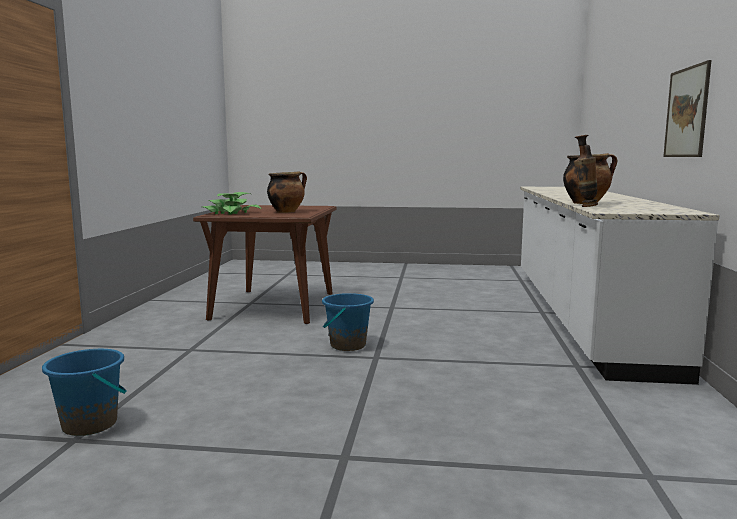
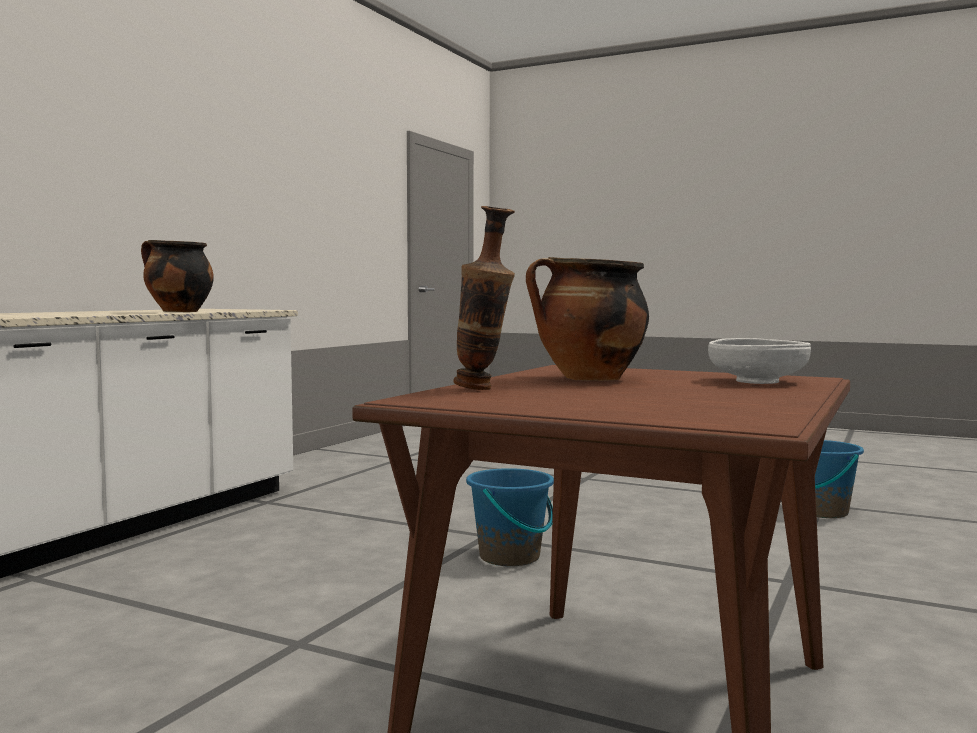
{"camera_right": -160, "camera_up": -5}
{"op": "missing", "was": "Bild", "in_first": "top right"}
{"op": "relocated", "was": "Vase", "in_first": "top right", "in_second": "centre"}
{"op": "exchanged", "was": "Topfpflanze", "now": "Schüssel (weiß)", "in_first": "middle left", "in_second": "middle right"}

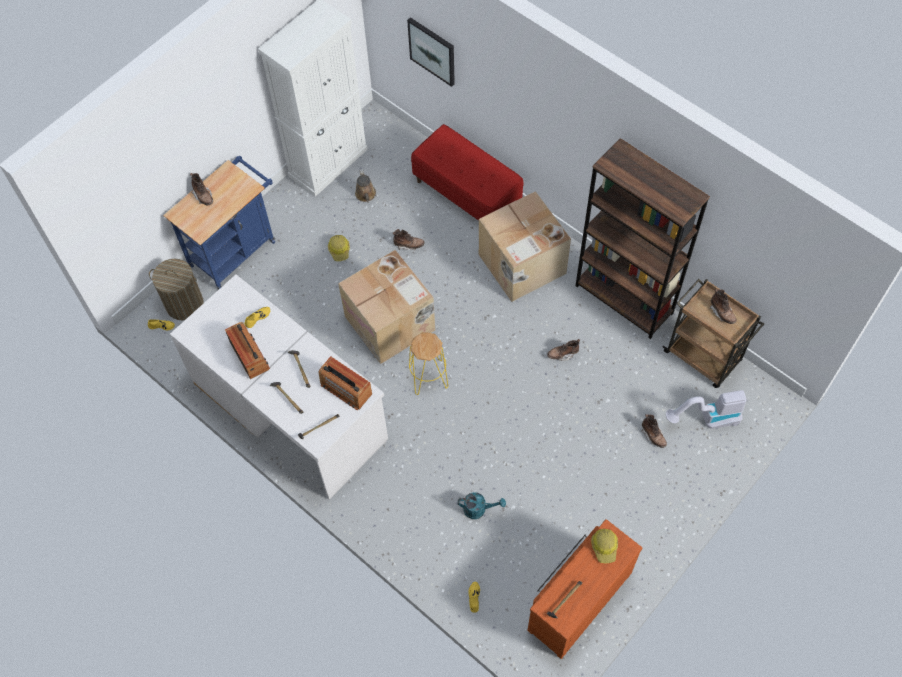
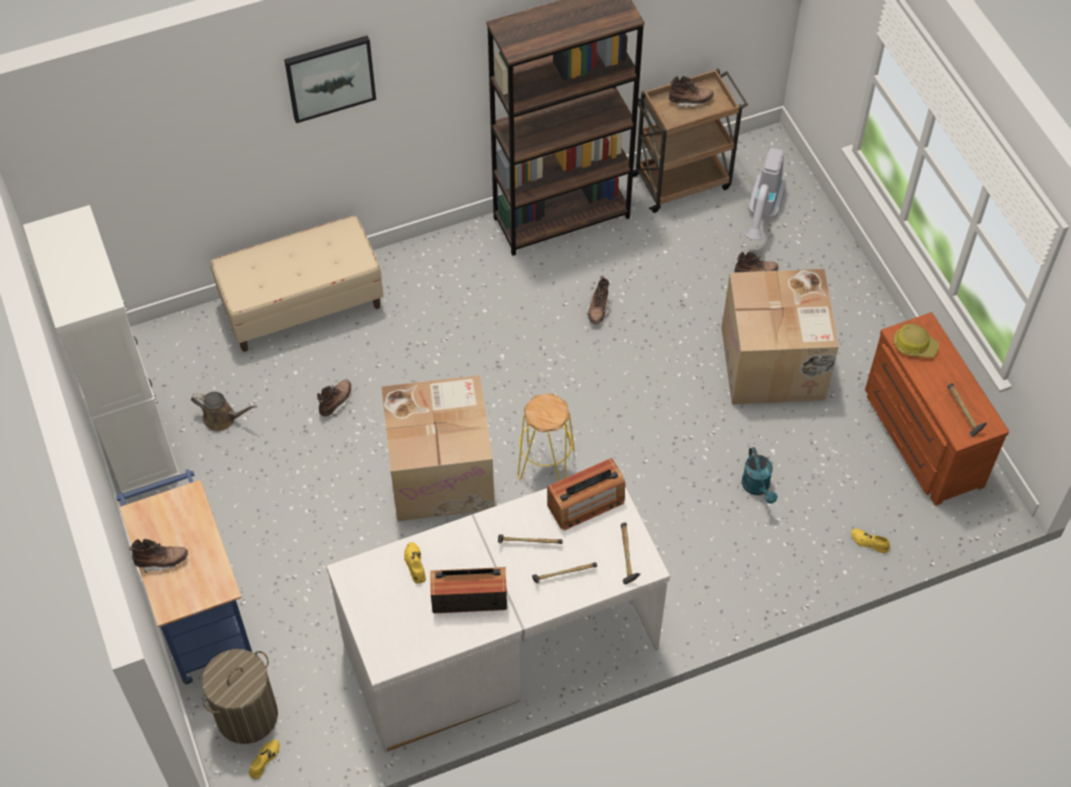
{"camera_right": -65, "camera_up": -5}
{"op": "relocated", "was": "Bild", "in_first": "top centre", "in_second": "top left"}
{"op": "colour", "was": "Bank (rot)", "now": "Bank (beige)", "in_first": "top centre", "in_second": "middle left"}
{"op": "relocated", "was": "Karton (no. 2 from left)", "in_first": "centre", "in_second": "middle right"}
{"op": "missing", "was": "Schutzhelm (no. 1 from left)", "in_first": "centre"}
{"op": "spun", "was": "Gießkanne (türkis)", "in_first": "bottom centre", "in_second": "middle right", "clockwise": 135}

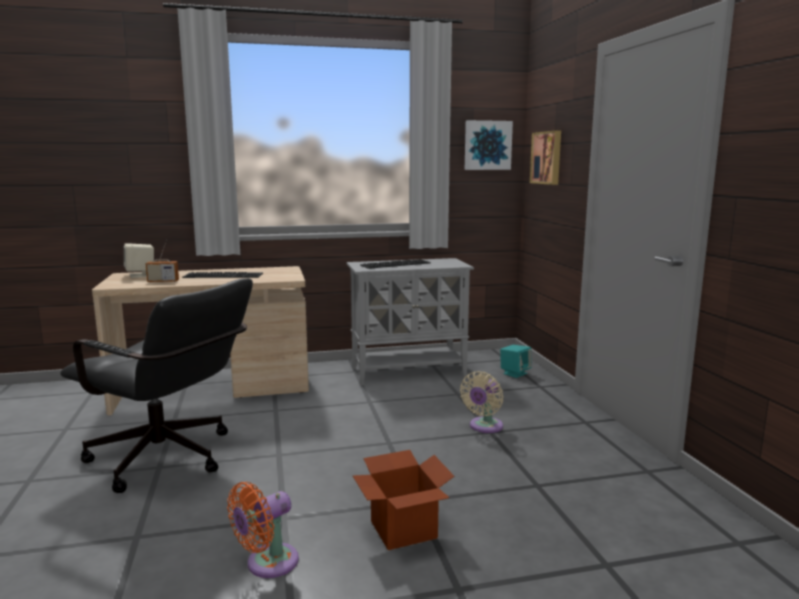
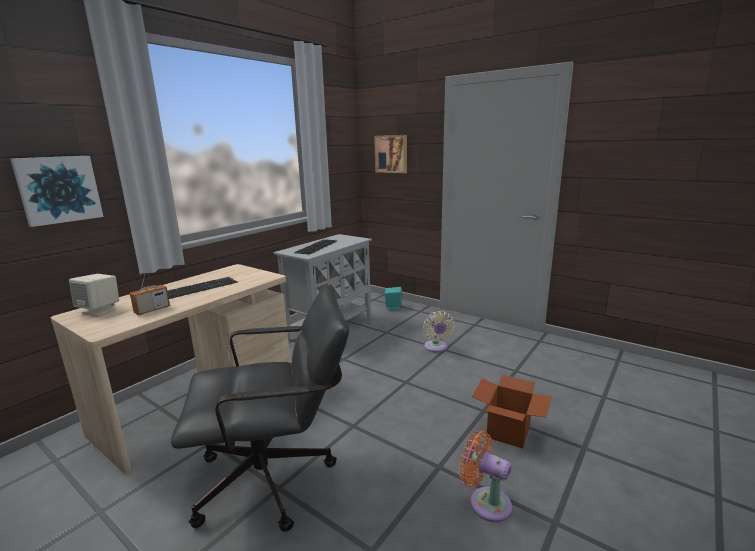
{"camera_right": -40, "camera_up": 5}
{"op": "relocated", "was": "Bild (no. 1 from left)", "in_first": "top centre", "in_second": "middle left"}
{"op": "spun", "was": "Ventilator (orange)", "in_first": "bottom left", "in_second": "bottom centre", "clockwise": 120}

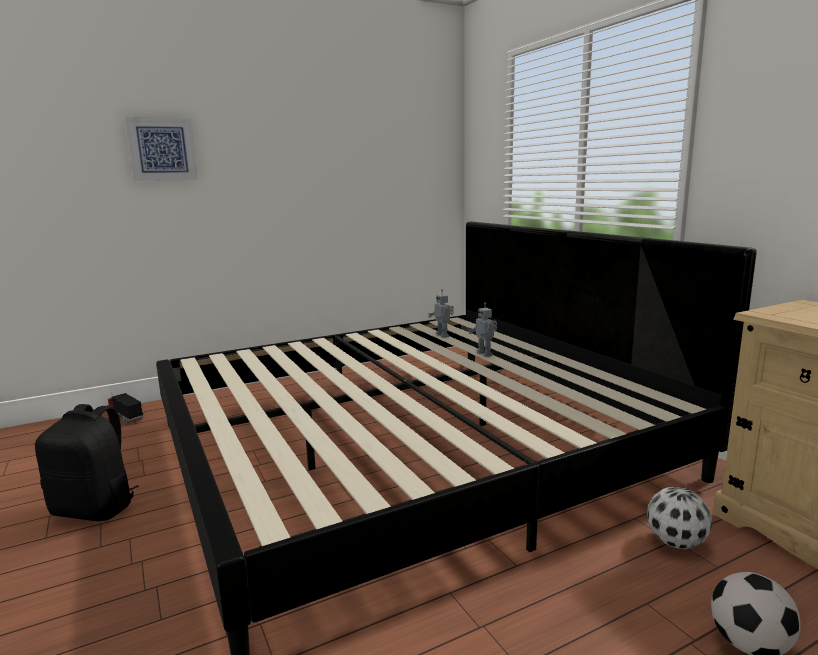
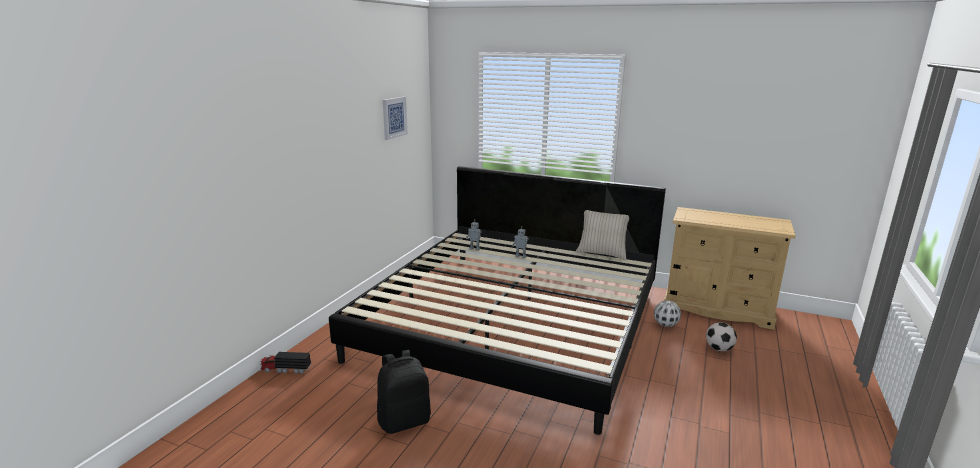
{"camera_right": -40, "camera_up": 5}
{"op": "relocated", "was": "Bild", "in_first": "top left", "in_second": "top centre"}
{"op": "appeared", "now": "Kissen (beige)", "in_second": "centre"}

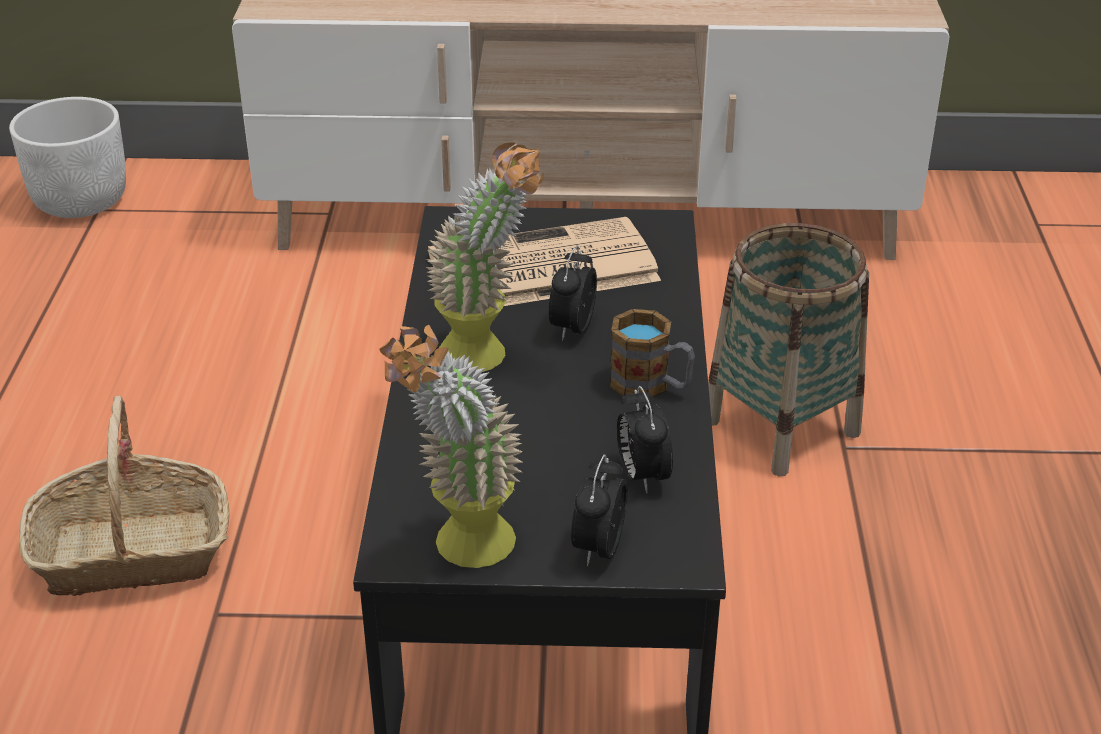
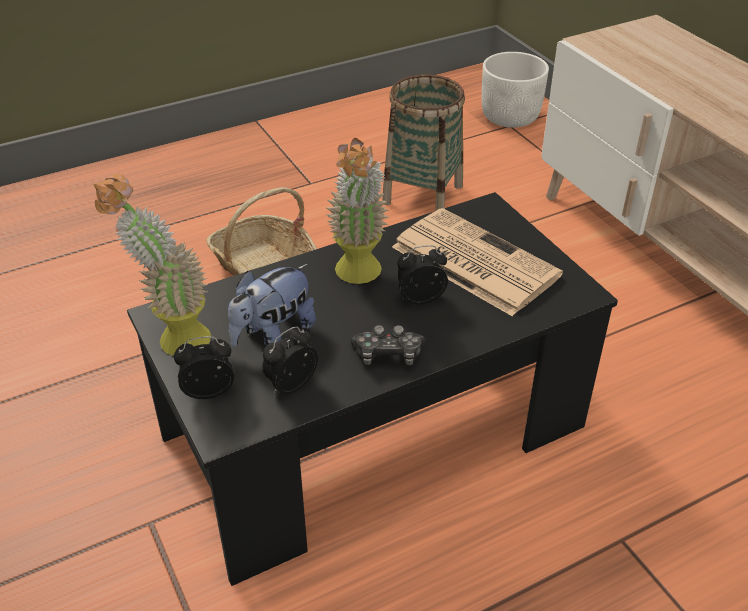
{"camera_right": 60, "camera_up": 5}
{"op": "relocated", "was": "Korb (no. 2 from left)", "in_first": "middle right", "in_second": "top centre"}
{"op": "exchanged", "was": "Henkelbecher", "now": "Gamepad", "in_first": "centre", "in_second": "centre"}
{"op": "appeared", "now": "Plüschtier", "in_second": "centre"}

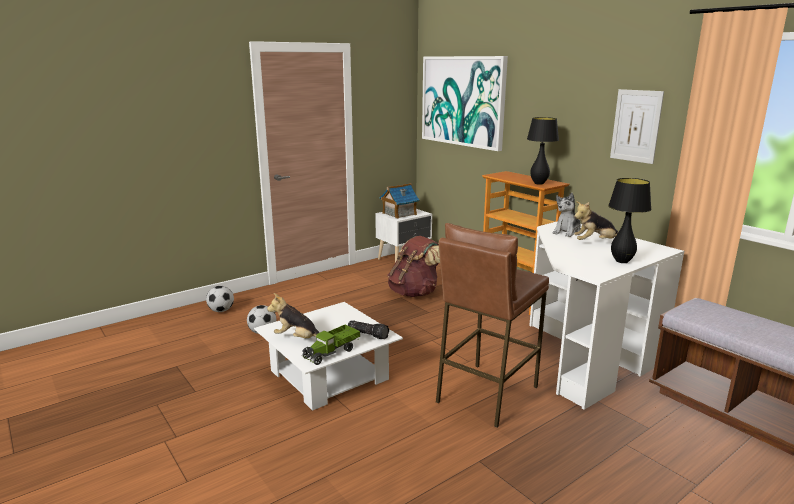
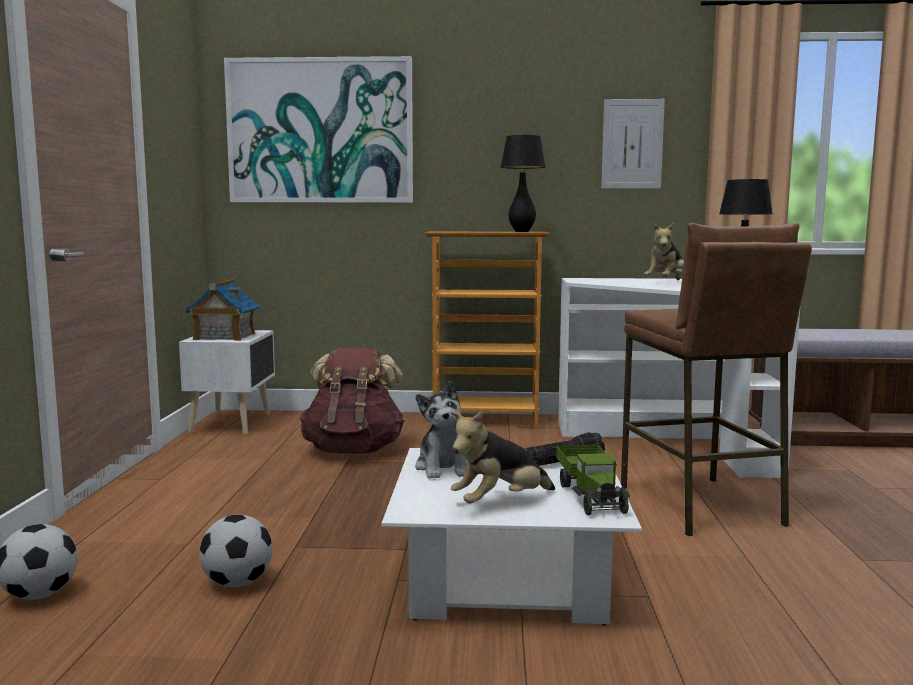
{"camera_right": -50, "camera_up": -10}
{"op": "relocated", "was": "Plüschtier (no. 2 from left in the first image)", "now": "Plüschtier (no. 1 from left)", "in_first": "middle right", "in_second": "centre"}

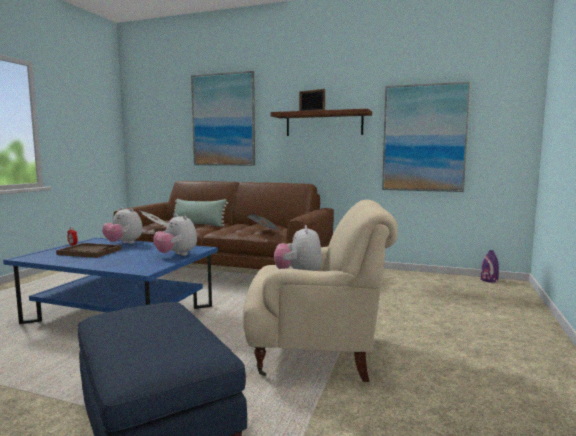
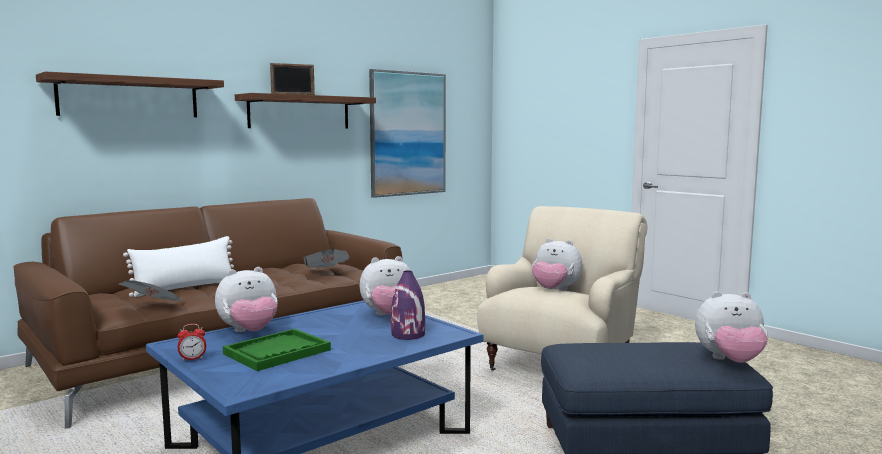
{"camera_right": -60, "camera_up": 0}
{"op": "exchanged", "was": "Bild (no. 1 from left)", "now": "Wandregal (no. 1 from left)", "in_first": "top centre", "in_second": "top left"}
{"op": "colour", "was": "Kissen (grün)", "now": "Kissen (weiß)", "in_first": "centre", "in_second": "middle left"}
{"op": "colour", "was": "Tablett (braun)", "now": "Tablett (grün)", "in_first": "middle left", "in_second": "bottom left"}
{"op": "relocated", "was": "Vase (lila)", "in_first": "middle right", "in_second": "bottom centre"}
{"op": "appeared", "now": "Plüschtier (no. 4 from left)", "in_second": "bottom right"}

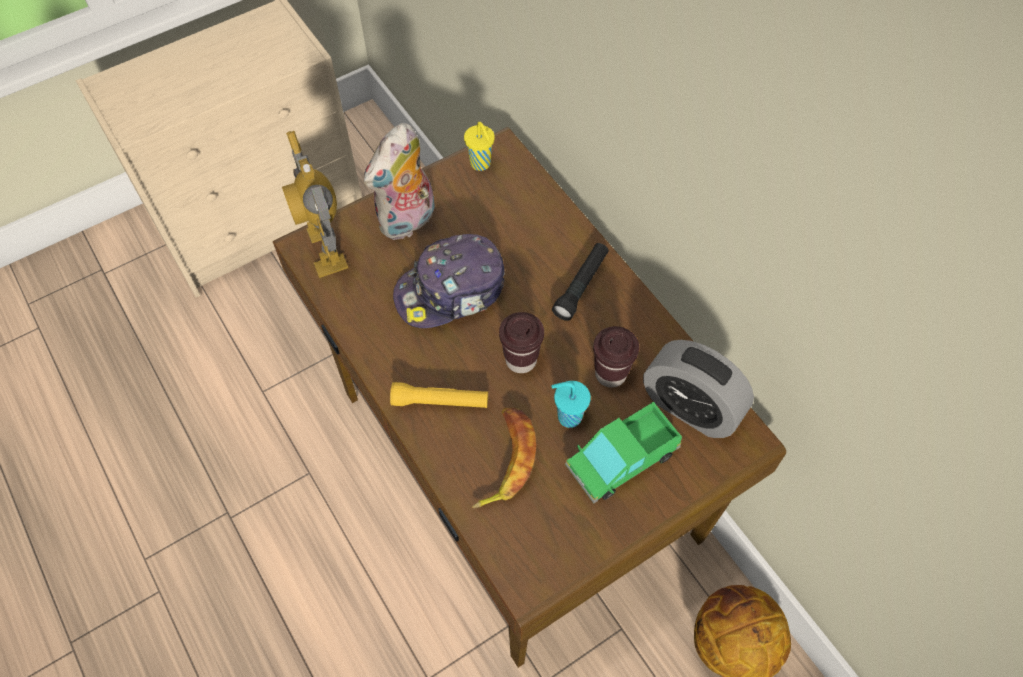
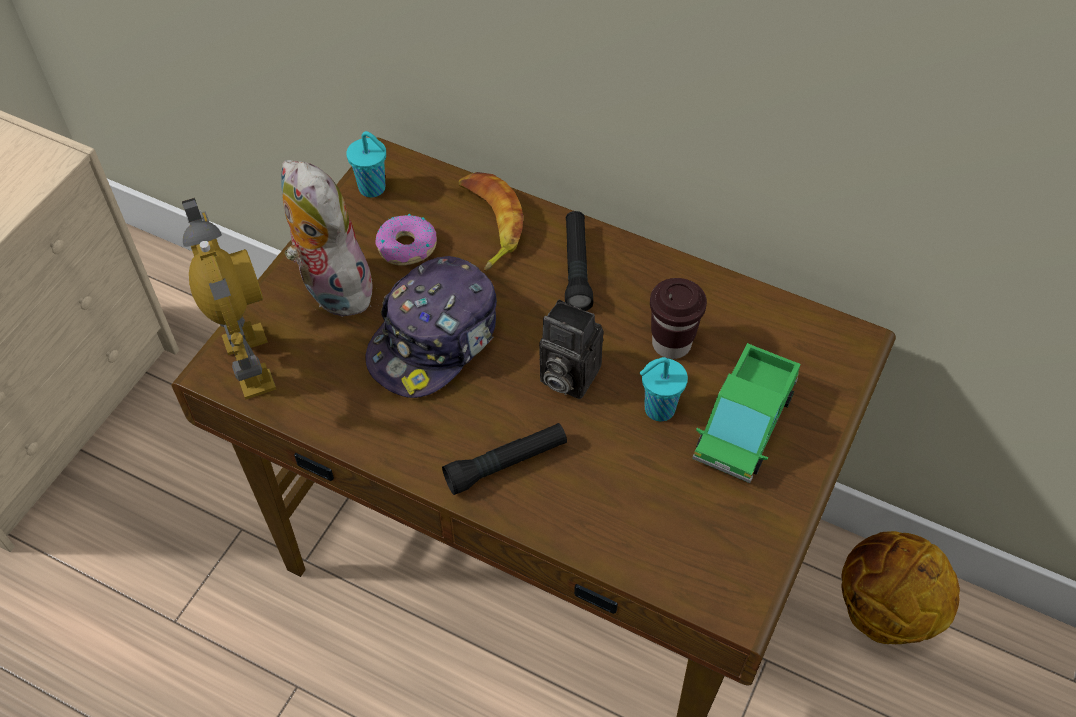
{"camera_right": -30, "camera_up": -5}
{"op": "colour", "was": "Tasse (gelb)", "now": "Tasse (türkis) (no. 1 from left)", "in_first": "top centre", "in_second": "top centre"}
{"op": "spun", "was": "Plüschtier", "in_first": "top centre", "in_second": "top left", "clockwise": 135}
{"op": "spun", "was": "Spielzeugroboter", "in_first": "top left", "in_second": "middle left", "clockwise": -150}
{"op": "exchanged", "was": "Tasse (braun) (no. 1 from left)", "now": "Kamera", "in_first": "centre", "in_second": "centre"}
{"op": "missing", "was": "Wecker", "in_first": "middle right"}
{"op": "colour", "was": "Taschenlampe (gelb)", "now": "Taschenlampe (schwarz) (no. 1 from left)", "in_first": "centre", "in_second": "centre"}
{"op": "relocated", "was": "Banane", "in_first": "bottom centre", "in_second": "top centre"}
{"op": "appeared", "now": "Donut", "in_second": "centre"}

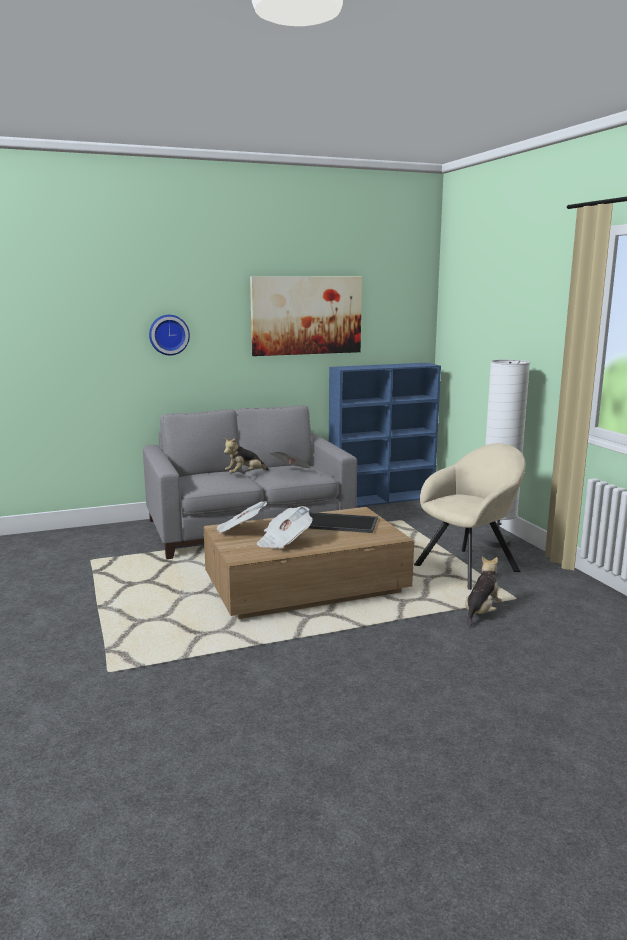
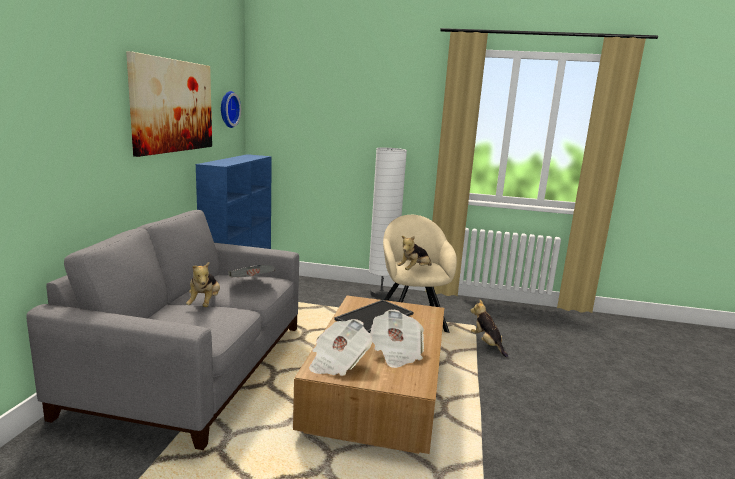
{"camera_right": -60, "camera_up": 0}
{"op": "relocated", "was": "Wanduhr", "in_first": "middle left", "in_second": "top left"}
{"op": "appeared", "now": "Plüschtier (no. 2 from left)", "in_second": "centre"}

